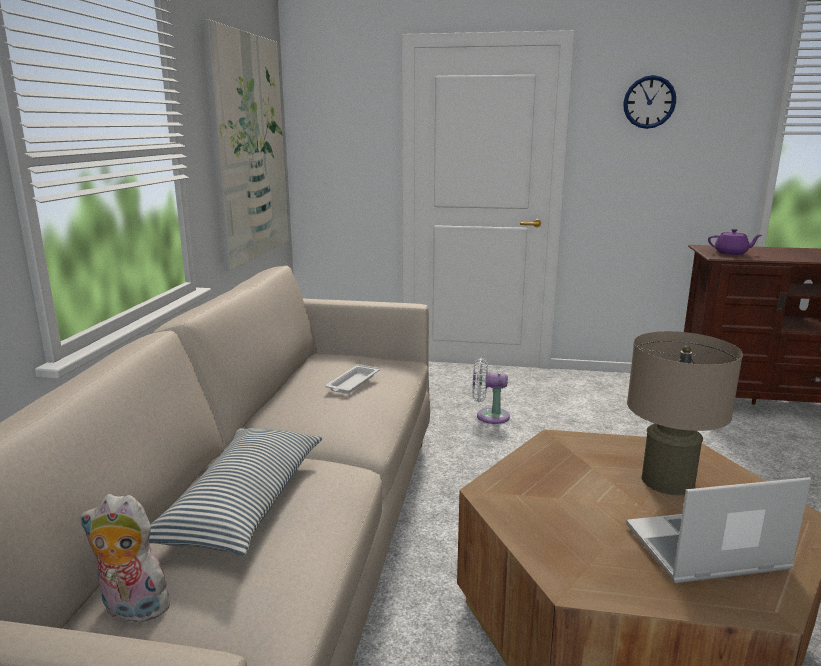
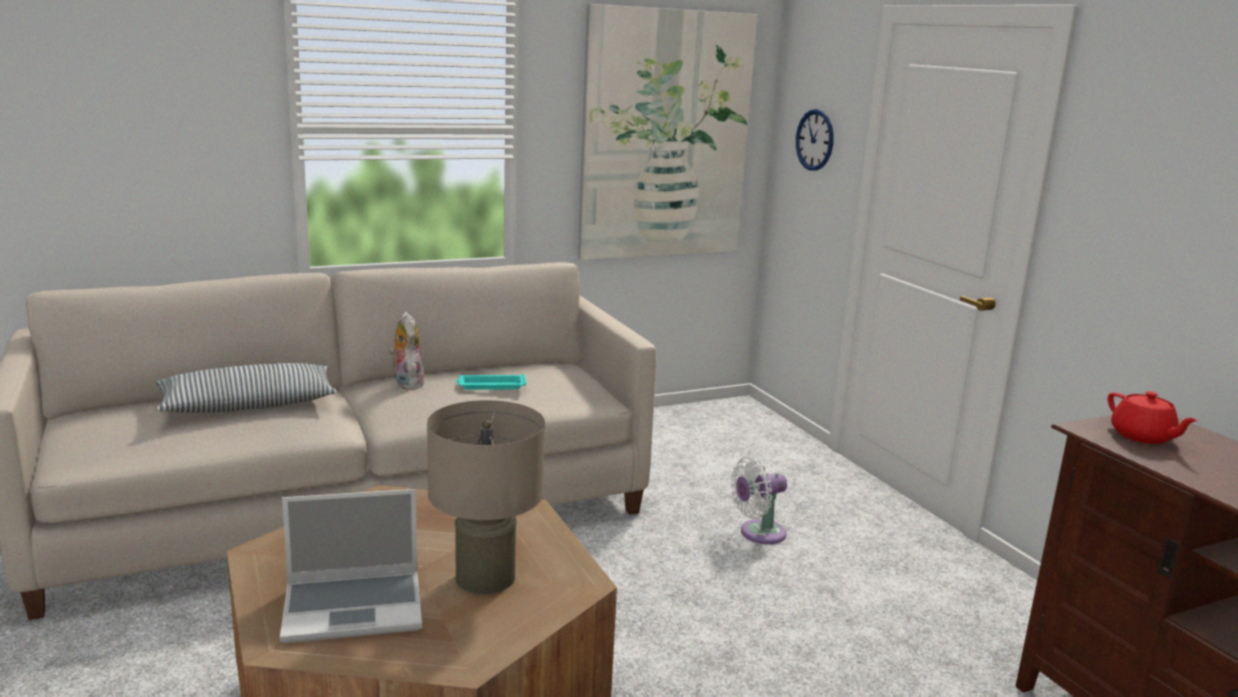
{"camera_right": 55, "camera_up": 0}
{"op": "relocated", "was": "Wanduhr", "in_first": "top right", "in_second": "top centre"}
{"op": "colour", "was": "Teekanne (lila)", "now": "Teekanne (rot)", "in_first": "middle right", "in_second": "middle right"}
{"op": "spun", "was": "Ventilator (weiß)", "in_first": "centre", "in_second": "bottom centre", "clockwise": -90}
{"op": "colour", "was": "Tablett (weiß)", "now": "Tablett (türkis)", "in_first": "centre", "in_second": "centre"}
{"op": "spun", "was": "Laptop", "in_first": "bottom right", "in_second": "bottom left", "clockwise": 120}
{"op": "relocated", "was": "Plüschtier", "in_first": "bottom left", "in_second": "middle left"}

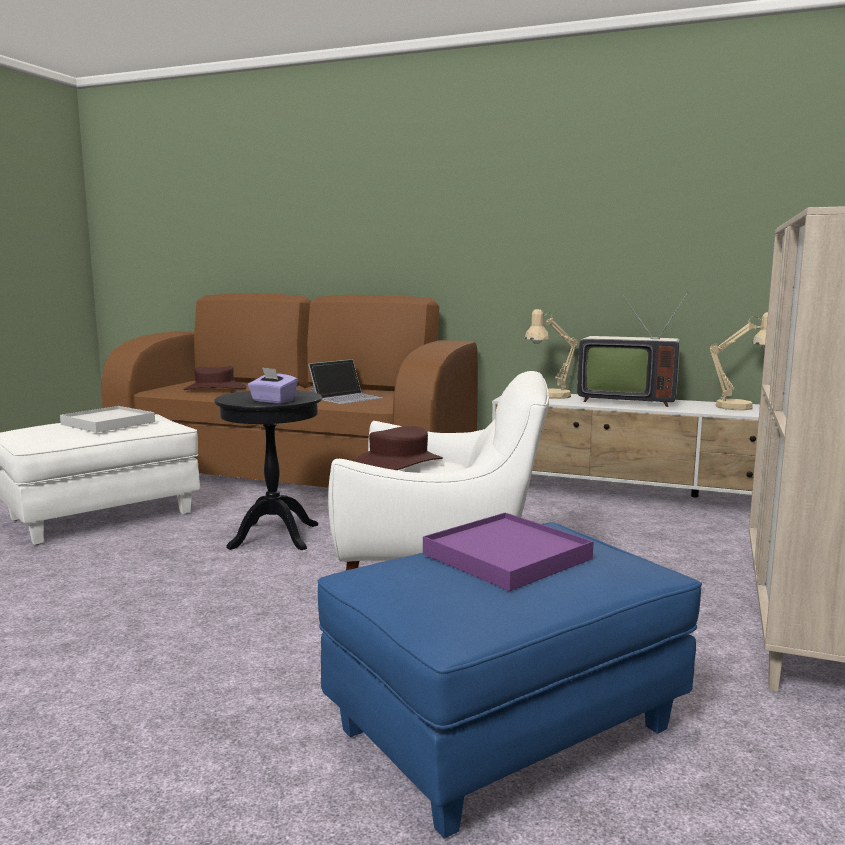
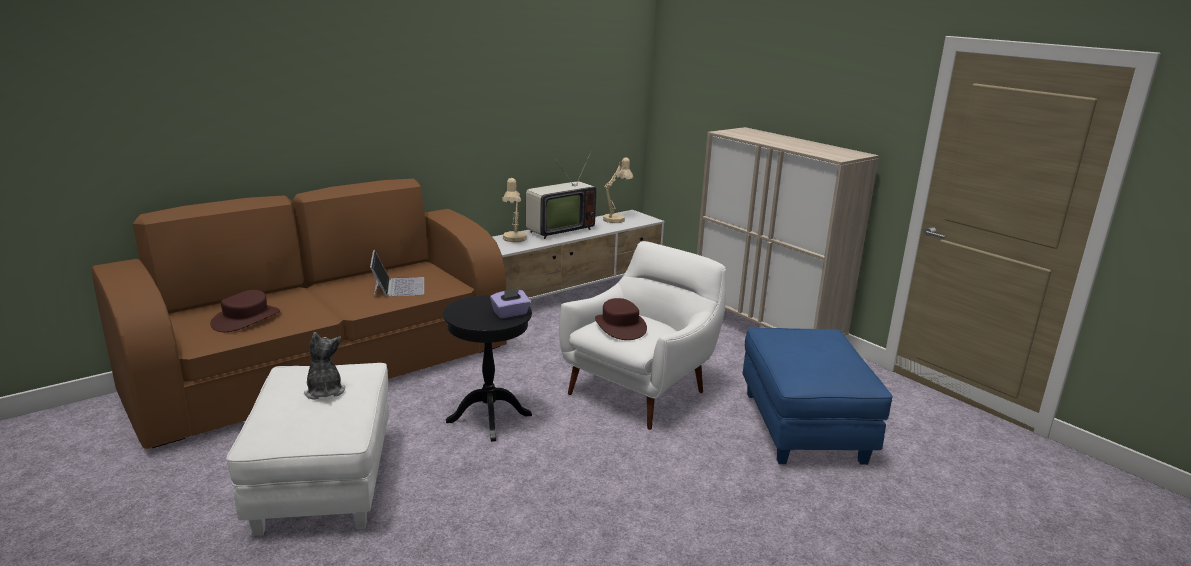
{"camera_right": -60, "camera_up": 10}
{"op": "exchanged", "was": "Tablett (weiß)", "now": "Plüschtier", "in_first": "middle left", "in_second": "middle left"}
{"op": "missing", "was": "Tablett (lila)", "in_first": "centre"}

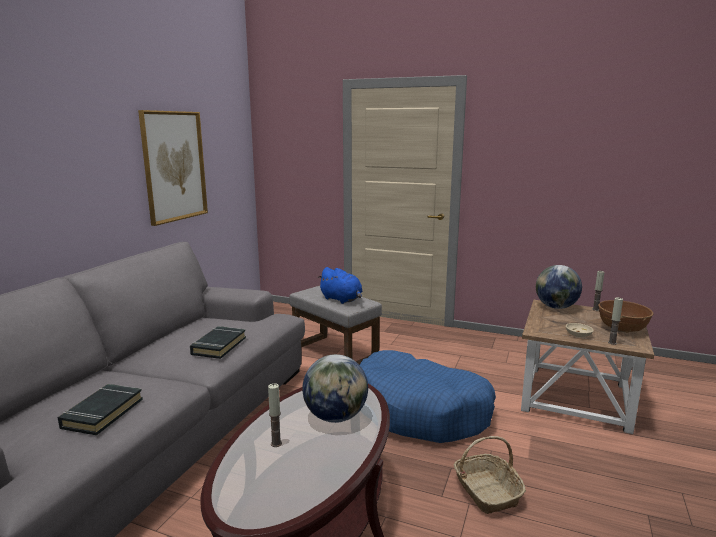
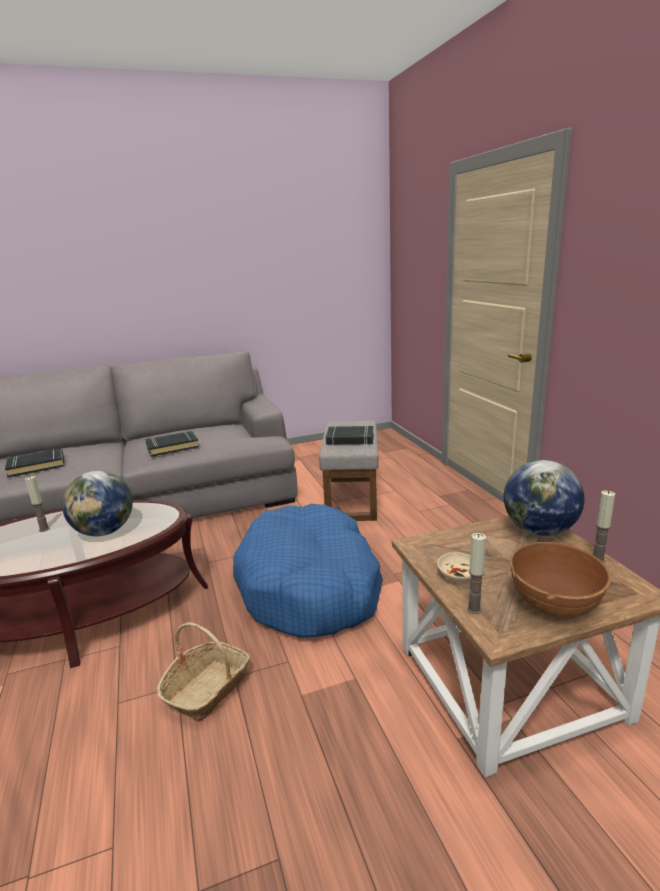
{"camera_right": 50, "camera_up": 5}
{"op": "missing", "was": "Bild", "in_first": "top left"}
{"op": "exchanged", "was": "Plüschtier (blau)", "now": "Buch (schwarz) (no. 3 from left)", "in_first": "centre", "in_second": "centre"}

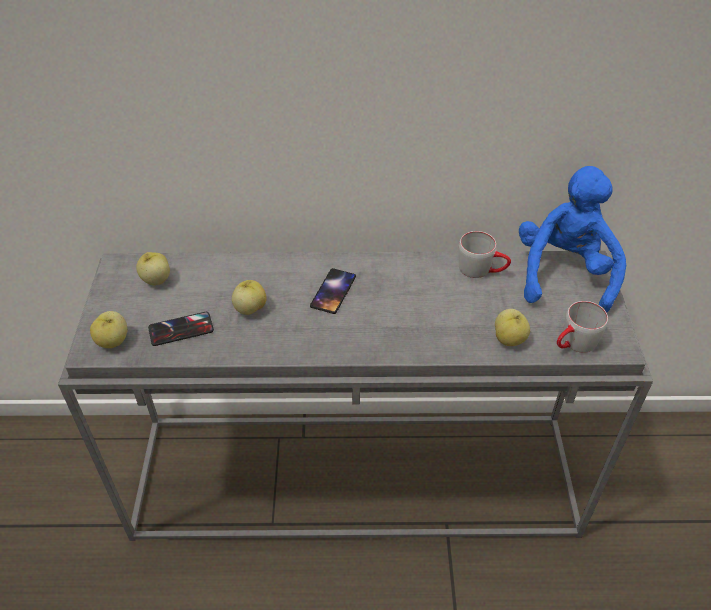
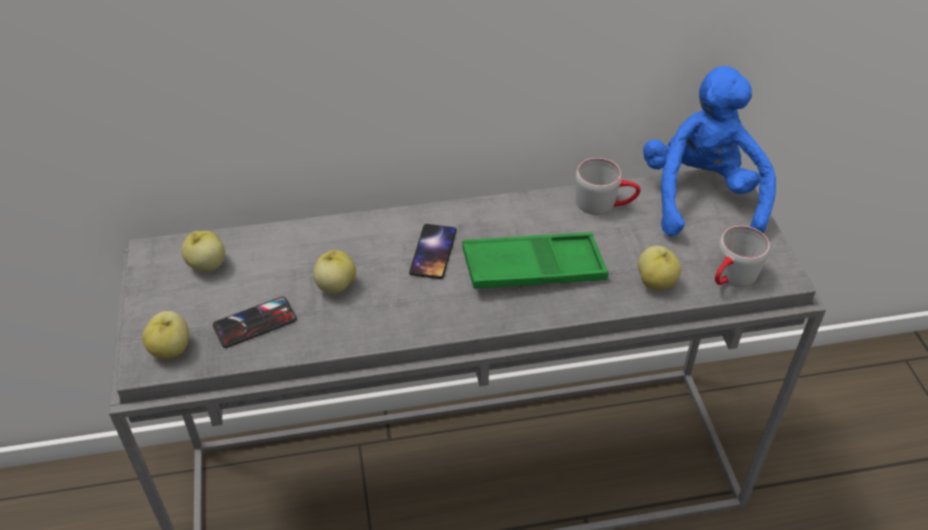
{"camera_right": -10, "camera_up": 0}
{"op": "appeared", "now": "Tablett (grün)", "in_second": "centre"}

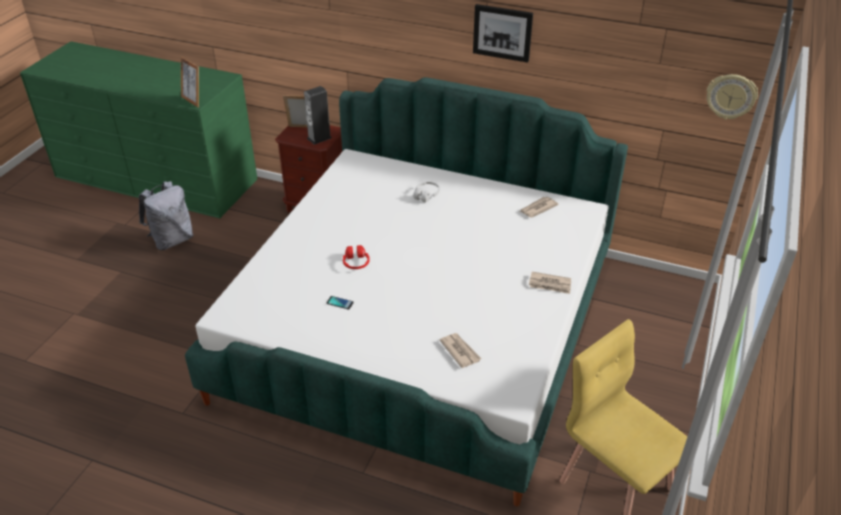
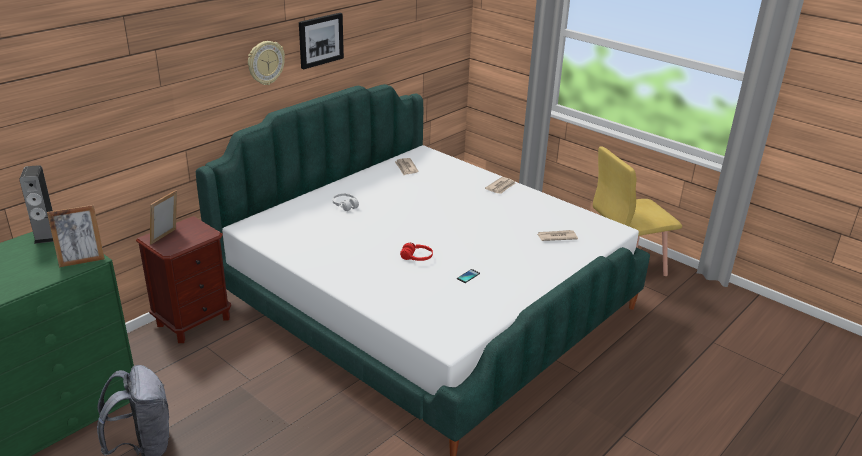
{"camera_right": -70, "camera_up": -10}
{"op": "relocated", "was": "Wanduhr", "in_first": "top right", "in_second": "top left"}
{"op": "relocated", "was": "Lautsprecher", "in_first": "top centre", "in_second": "middle left"}

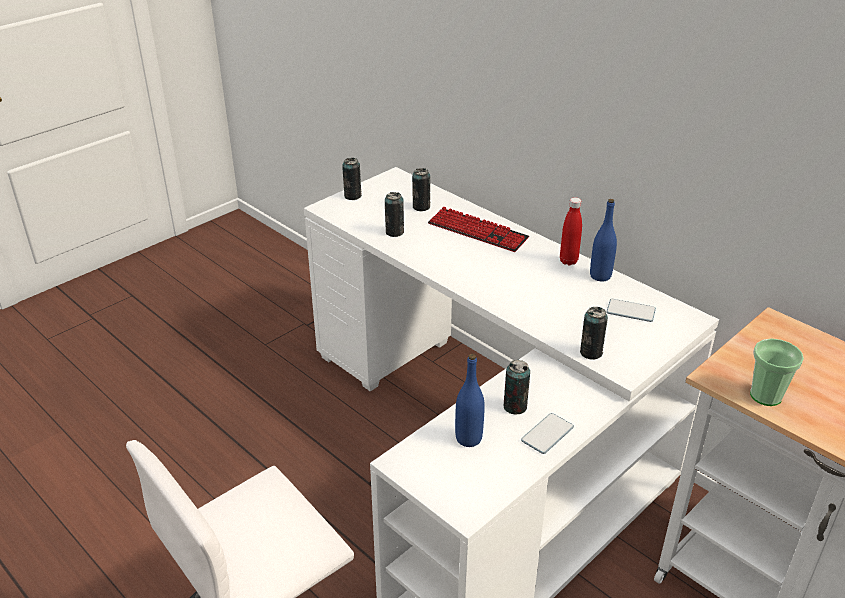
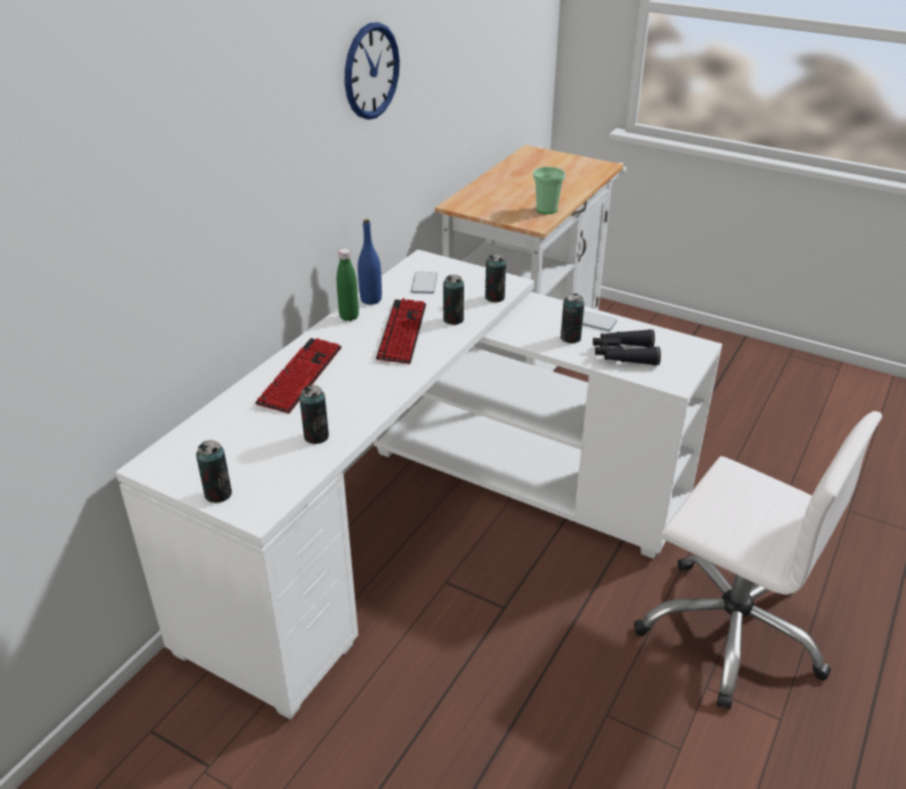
{"camera_right": -105, "camera_up": 0}
{"op": "relocated", "was": "Dose (no. 3 from left)", "in_first": "top centre", "in_second": "centre"}
{"op": "colour", "was": "Flasche (rot)", "now": "Flasche (grün)", "in_first": "middle right", "in_second": "centre"}
{"op": "exchanged", "was": "Flasche (blau) (no. 1 from left)", "now": "Fernglas (schwarz)", "in_first": "bottom centre", "in_second": "middle right"}
{"op": "appeared", "now": "Wanduhr", "in_second": "top centre"}
{"op": "appeared", "now": "Tastatur (no. 2 from left)", "in_second": "centre"}

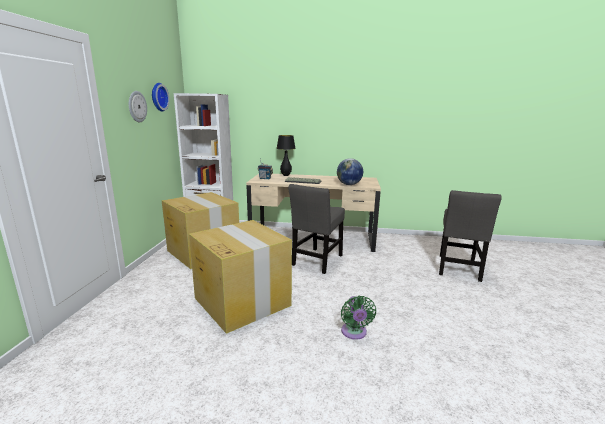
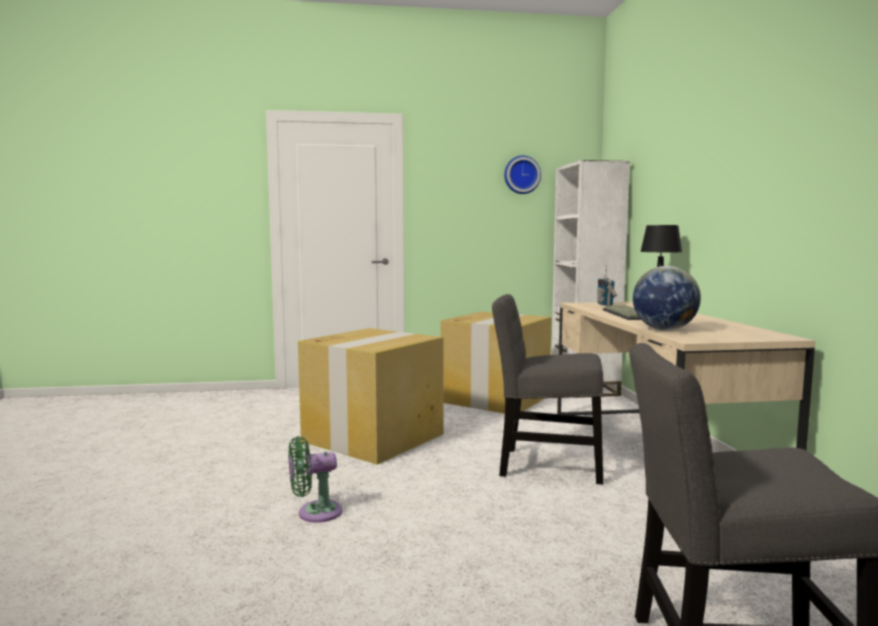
{"camera_right": 75, "camera_up": -10}
{"op": "missing", "was": "Wanduhr (no. 1 from left)", "in_first": "top left"}

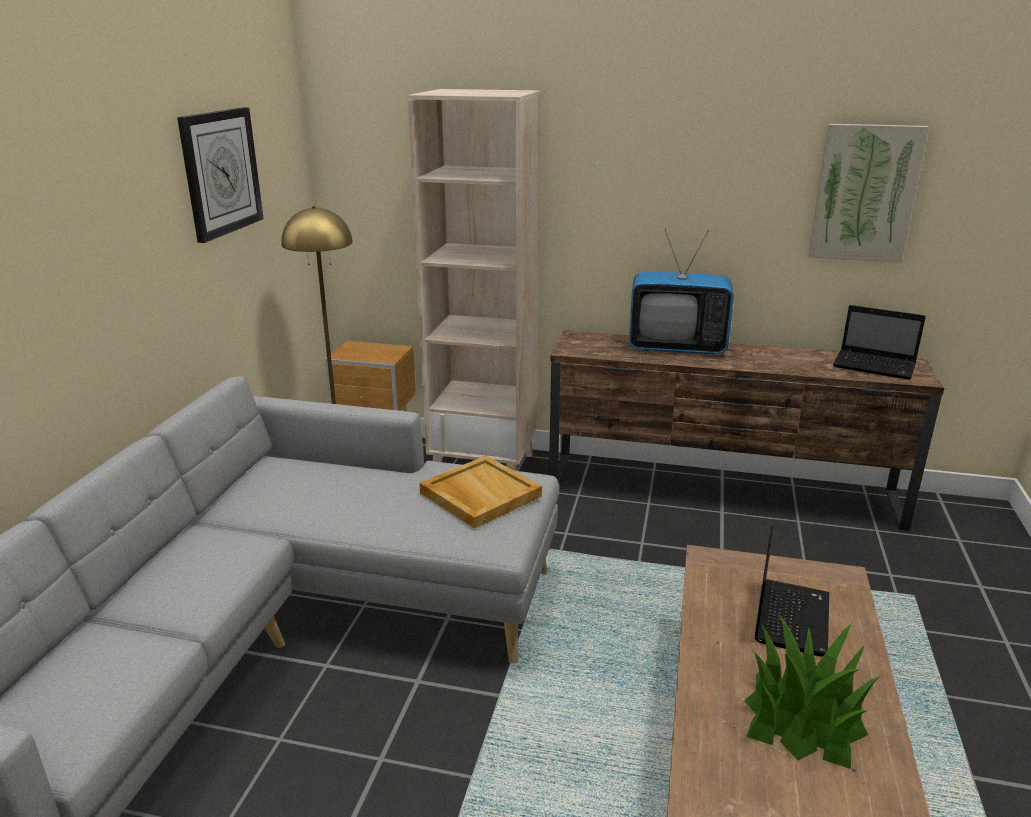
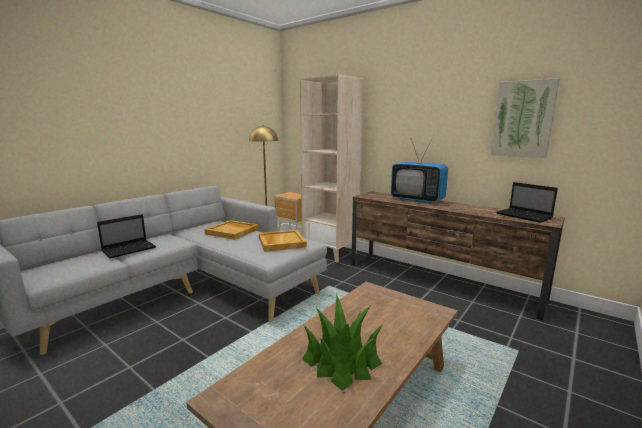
{"camera_right": 25, "camera_up": -10}
{"op": "missing", "was": "Wanduhr", "in_first": "top left"}
{"op": "relocated", "was": "Laptop (no. 1 from left)", "in_first": "bottom right", "in_second": "middle left"}
{"op": "appeared", "now": "Tablett (beige) (no. 1 from left)", "in_second": "centre"}

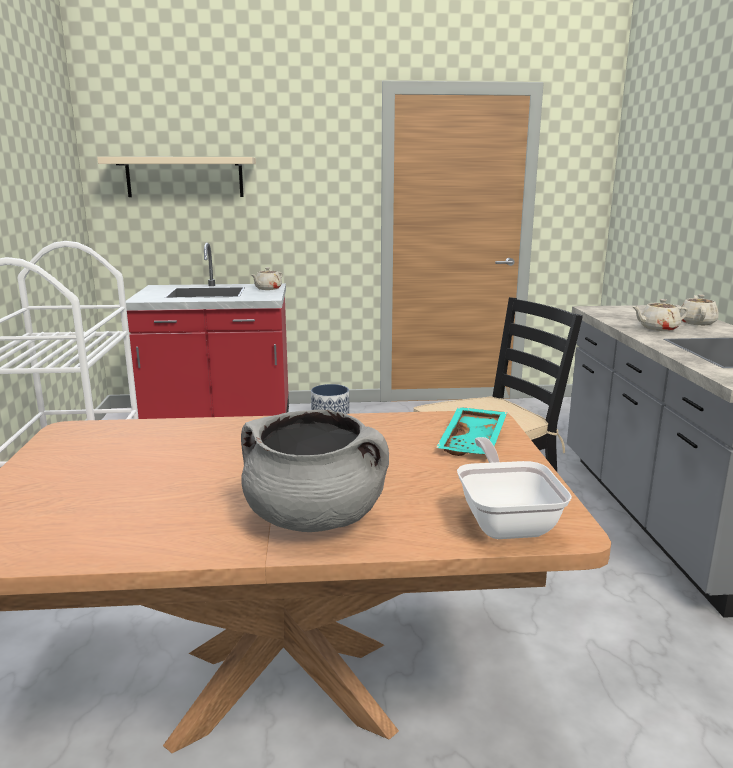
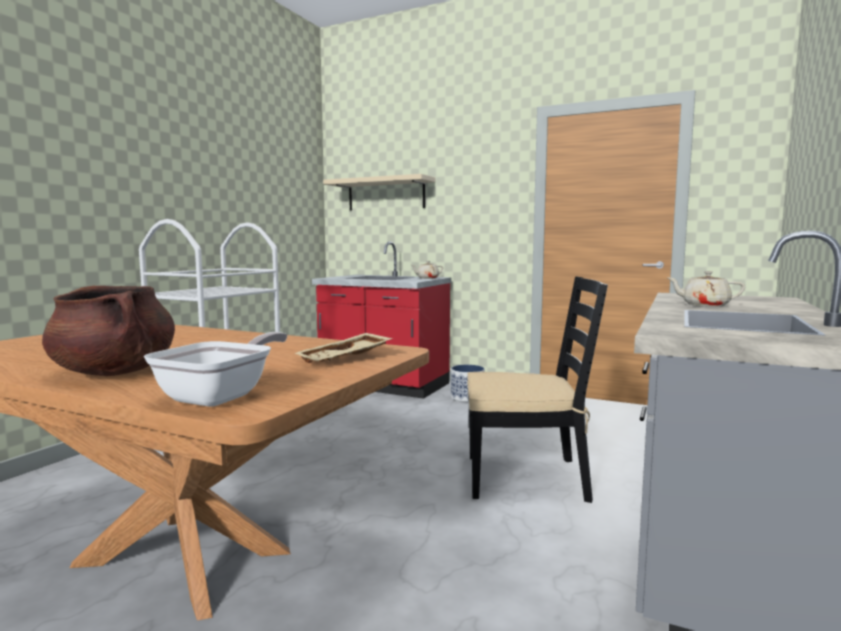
{"camera_right": 30, "camera_up": -10}
{"op": "missing", "was": "Teekanne (beige) (no. 3 from left)", "in_first": "middle right"}
{"op": "colour", "was": "Tablett (türkis)", "now": "Tablett (beige)", "in_first": "centre", "in_second": "centre"}
{"op": "colour", "was": "Kochtopf (grau)", "now": "Kochtopf (braun)", "in_first": "centre", "in_second": "middle left"}

